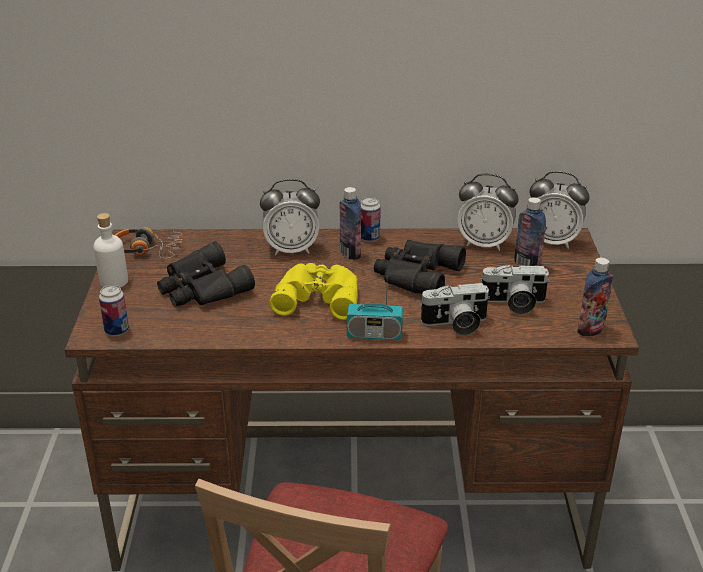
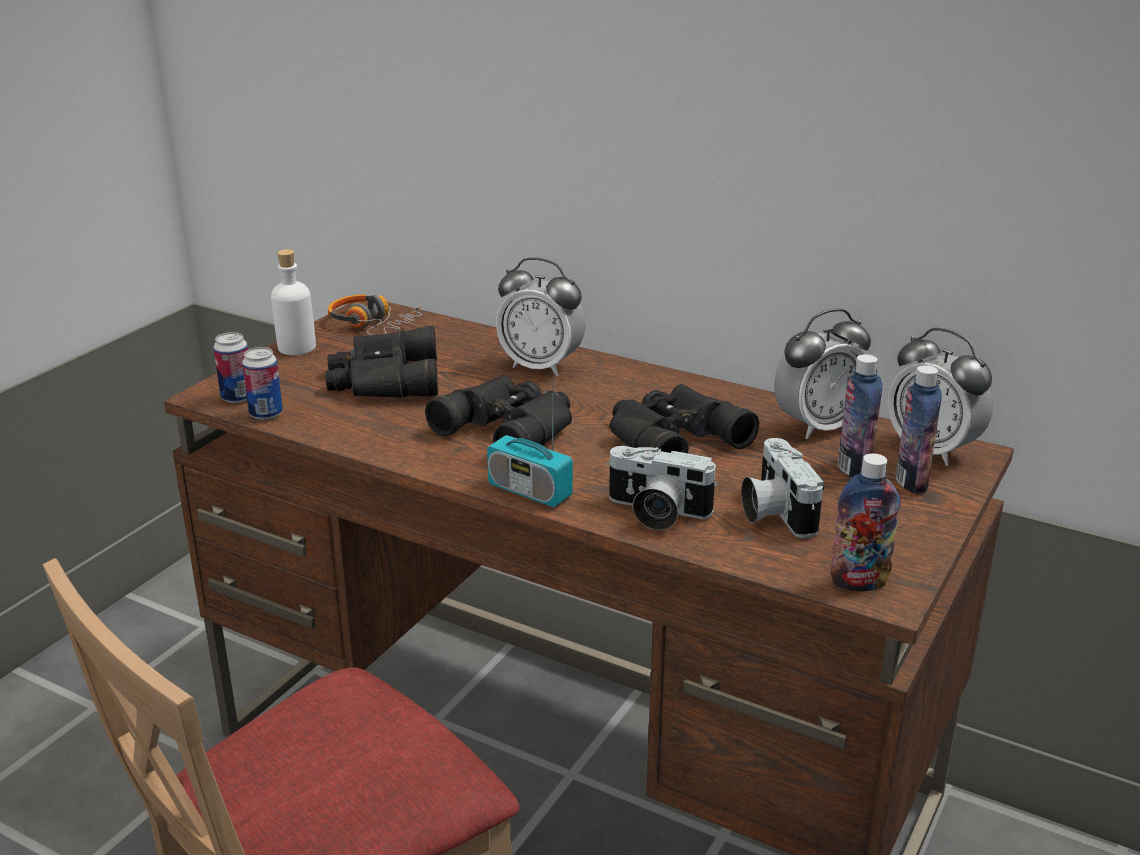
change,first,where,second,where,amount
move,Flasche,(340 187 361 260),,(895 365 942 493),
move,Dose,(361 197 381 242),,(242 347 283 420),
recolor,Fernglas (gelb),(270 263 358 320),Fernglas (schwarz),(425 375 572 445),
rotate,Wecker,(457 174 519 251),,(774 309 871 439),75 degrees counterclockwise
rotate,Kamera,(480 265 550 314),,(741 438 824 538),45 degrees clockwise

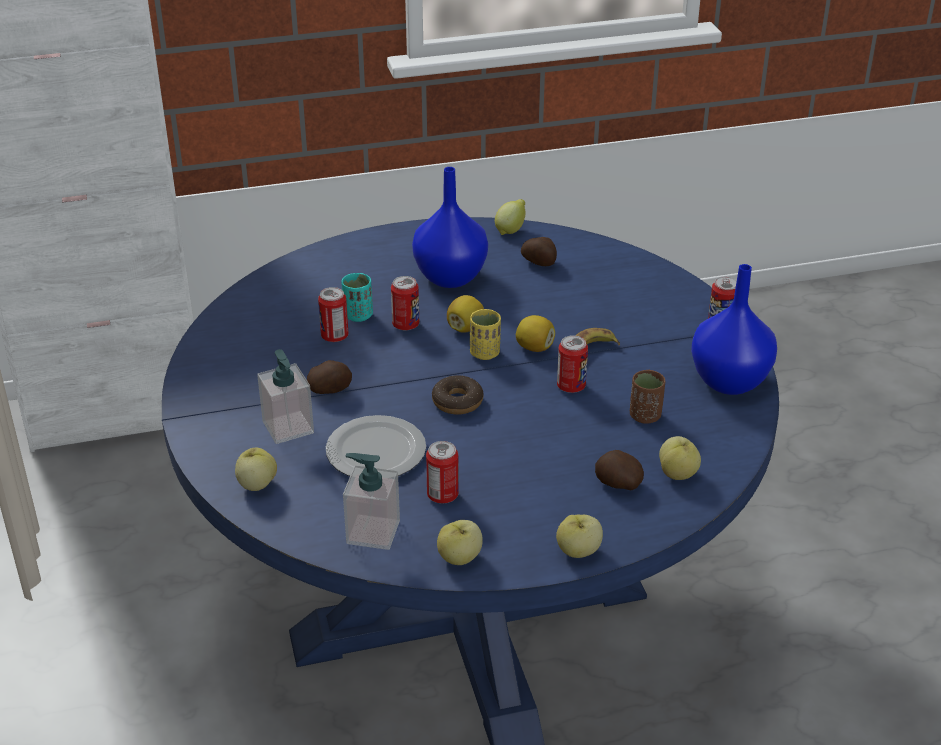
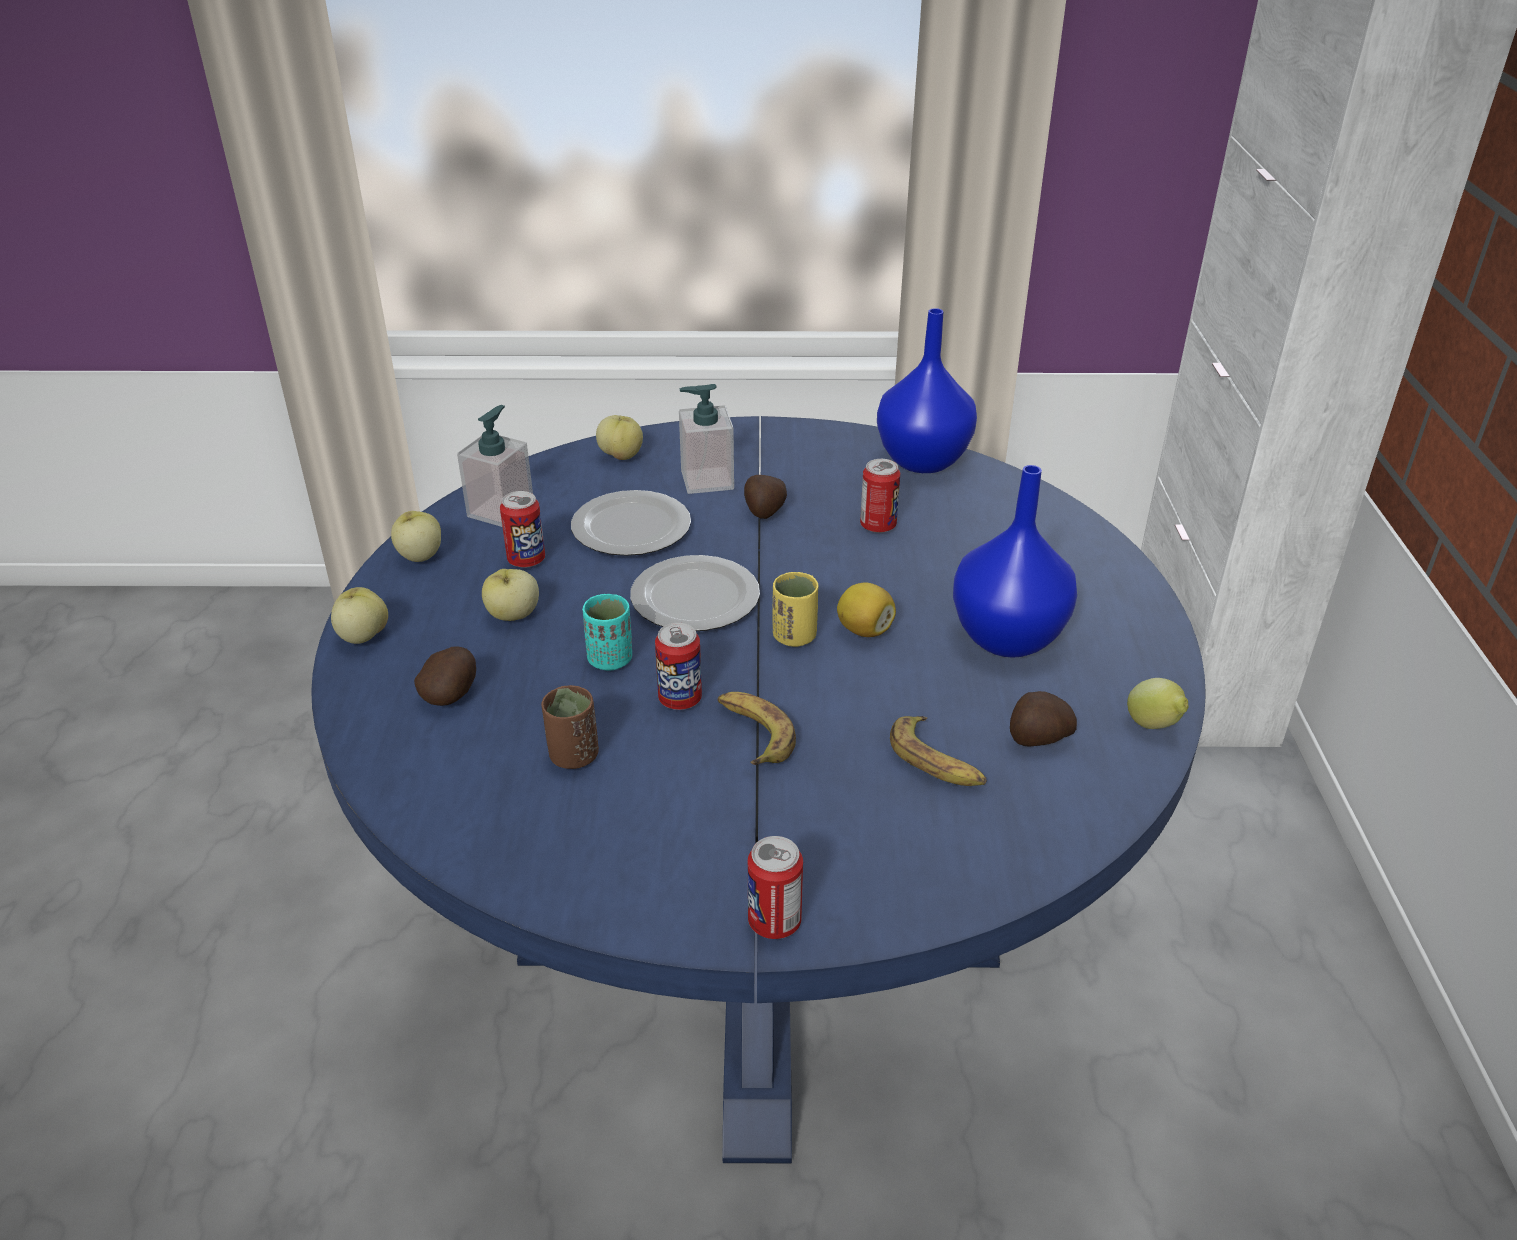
change,first,where,second,where,amount
delete,Dose,(391 276 419 330),,,
delete,Zitrone,(516 315 555 352),,,
insert,,,Banane,(890 716 987 786),
move,Tasse (türkis),(341 273 373 322),,(582 594 632 671),
move,Apfel,(659 436 701 480),,(482 569 539 621),
move,Vase (blau),(691 264 777 395),,(877 308 977 473),
replace,Donut,(432 375 484 415),Teller,(630 555 760 631),

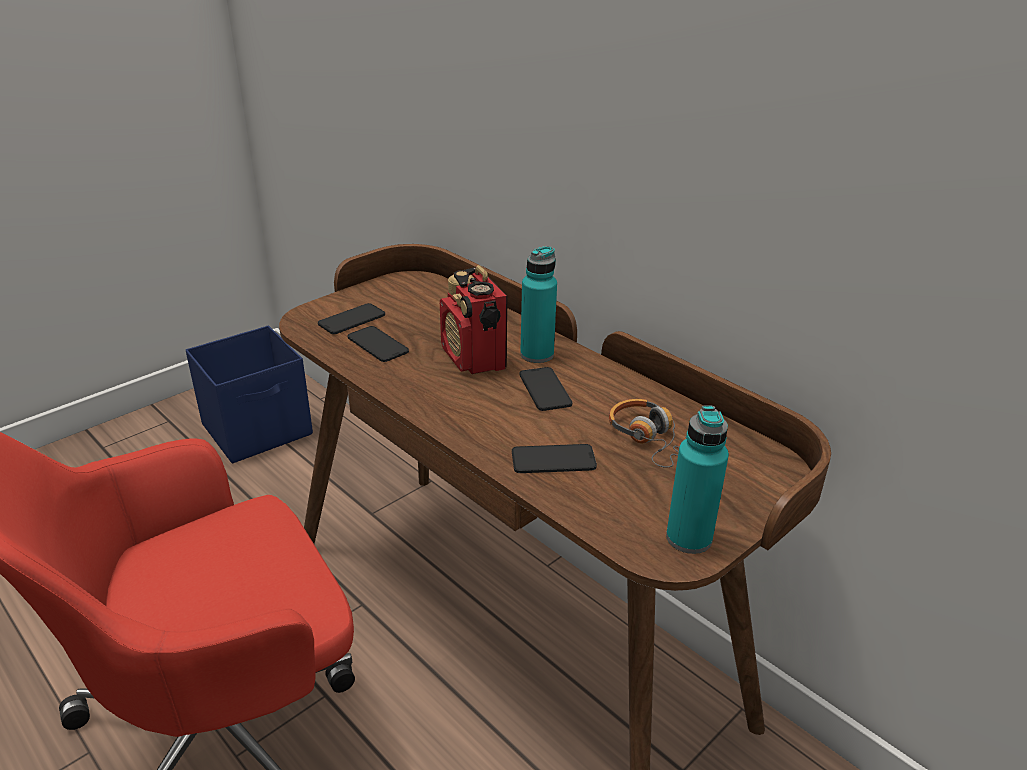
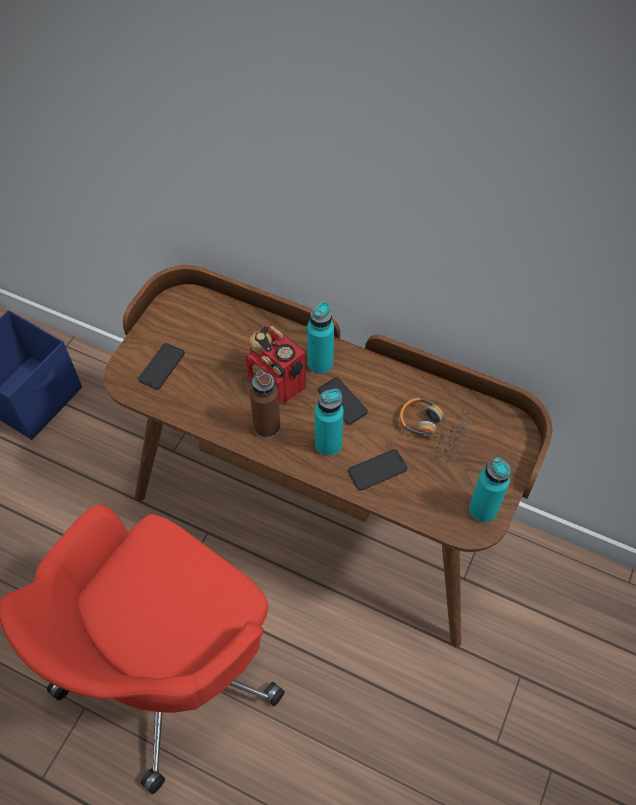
change,first,where,second,where,amount
delete,Handy,(347 326 409 362),,,
insert,,,Flasche (braun),(250 370 281 438),
insert,,,Flasche (türkis),(315 389 344 456),

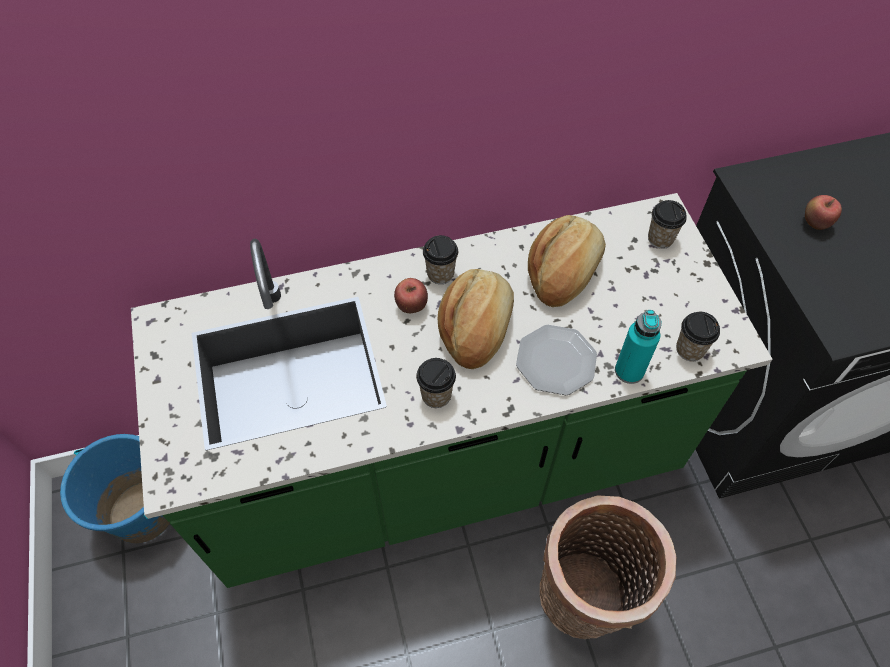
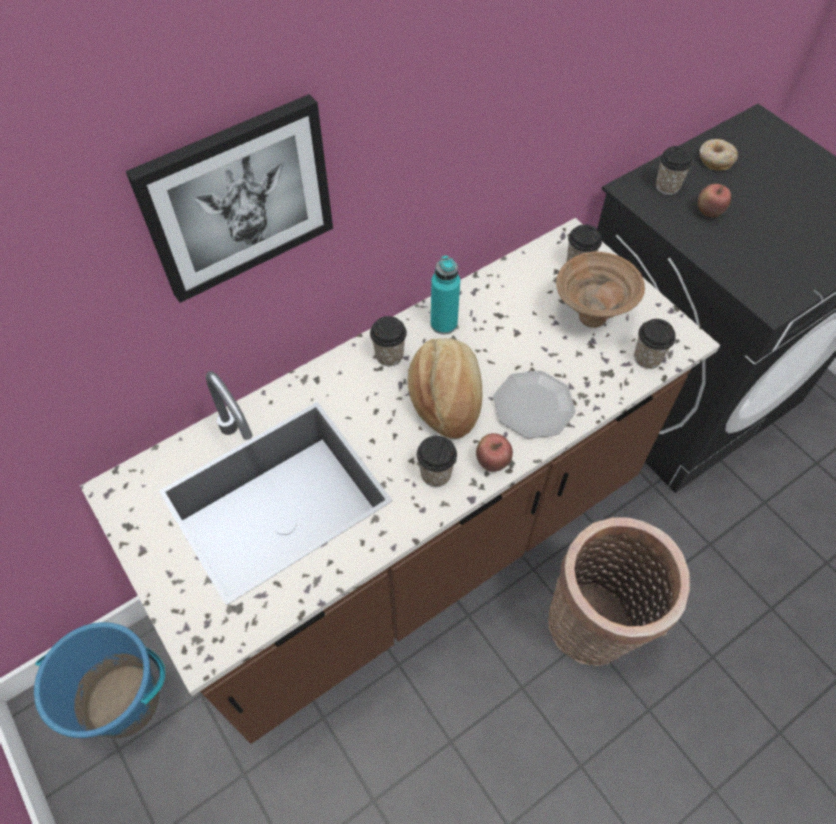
change,first,where,second,where,amount
delete,Brot,(528 215 606 307),,,
insert,,,Bild,(126 94 333 303),
insert,,,Schüssel (braun),(556 252 645 328),
insert,,,Tasse,(656 146 693 195),
insert,,,Donut,(699 139 738 171),
move,Apfel,(394 278 428 313),,(476 433 513 472),
move,Flasche (türkis),(615 310 662 384),,(431 255 460 335),
recolor,Küchenzeile (grün),(131 193 773 588),Küchenzeile (braun),(80 218 720 744),

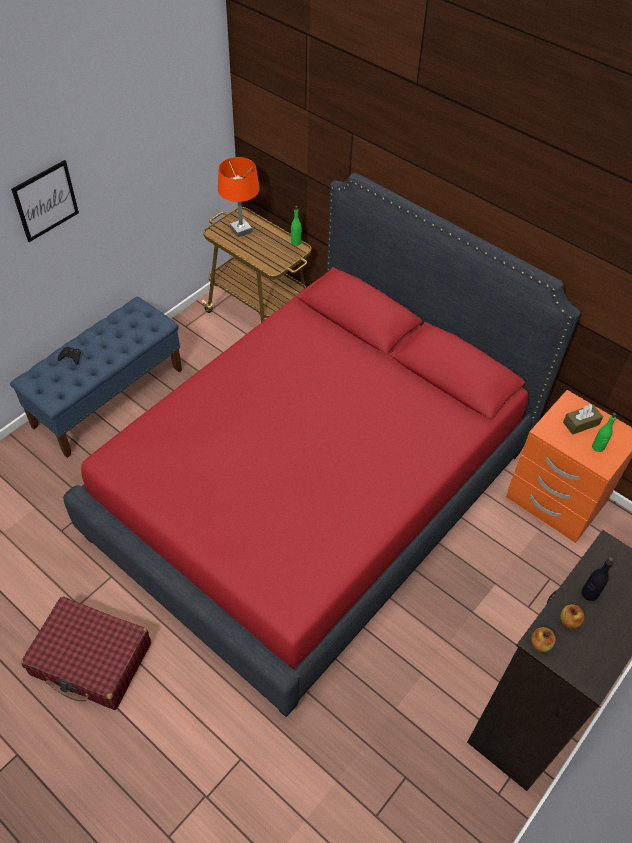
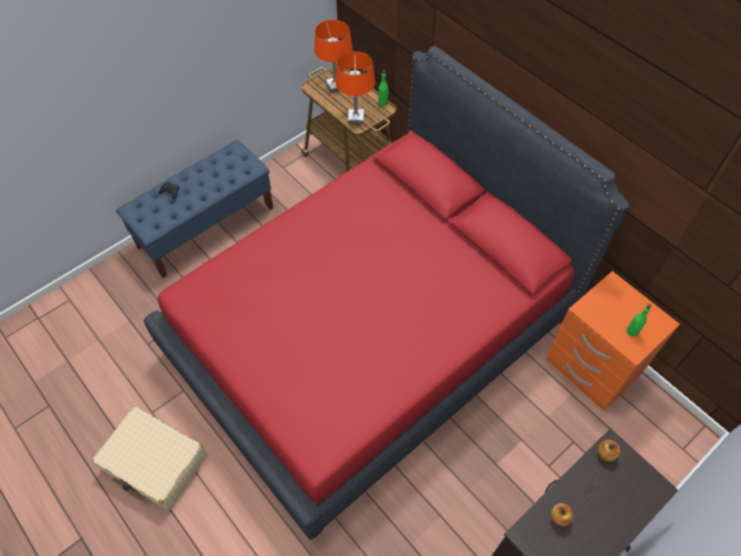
change,first,where,second,where,amount
delete,Bild,(11 160 79 242),,,
delete,Taschentuchbox (braun),(563 404 603 435),,,
delete,Flasche (schwarz),(581 557 614 601),,,
insert,,,Tischlampe (orange),(335 51 375 124),
move,Apfel,(531 627 556 652),,(598 440 620 462),
recolor,Koffer (rot),(21 596 151 710),Koffer (beige),(92 406 208 511),

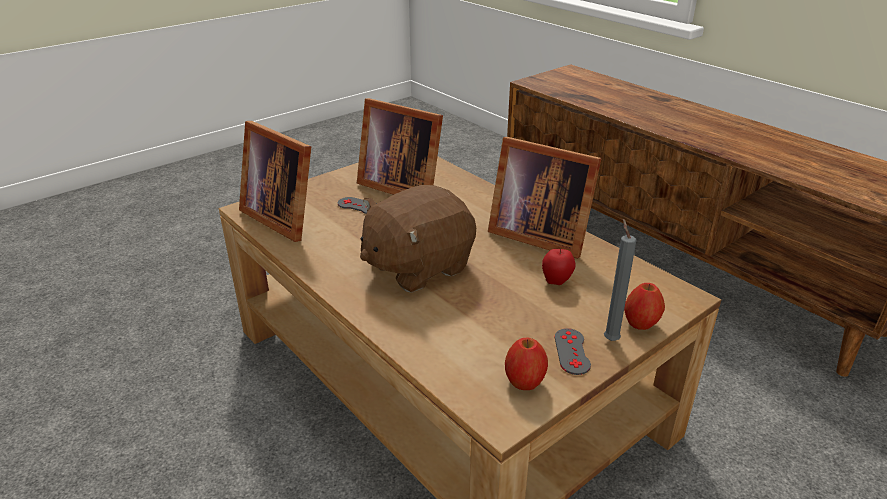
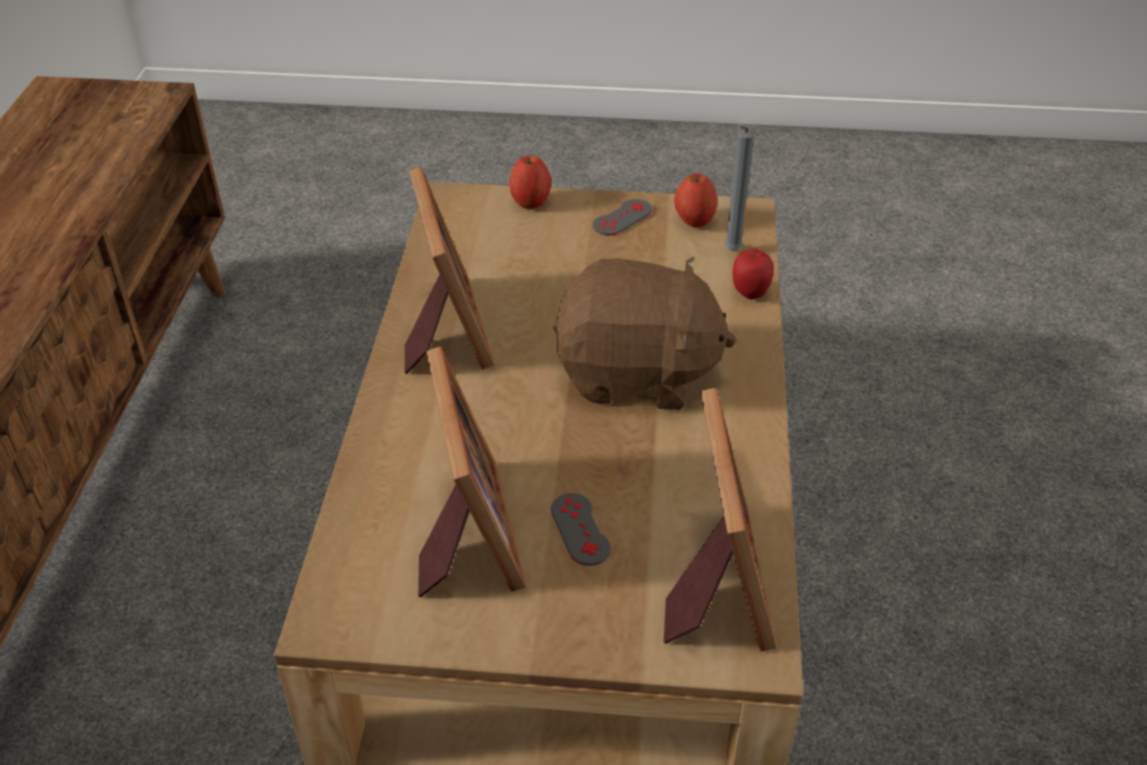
change,first,where,second,where,amount
move,Apfel,(542 247 575 285),,(733 248 774 300),
move,Kerze (grau),(604 218 637 341),,(724 126 754 251),

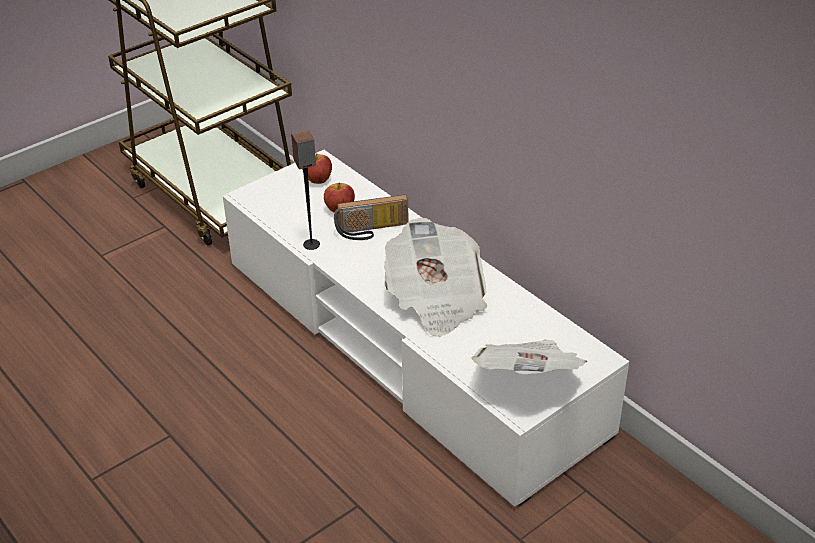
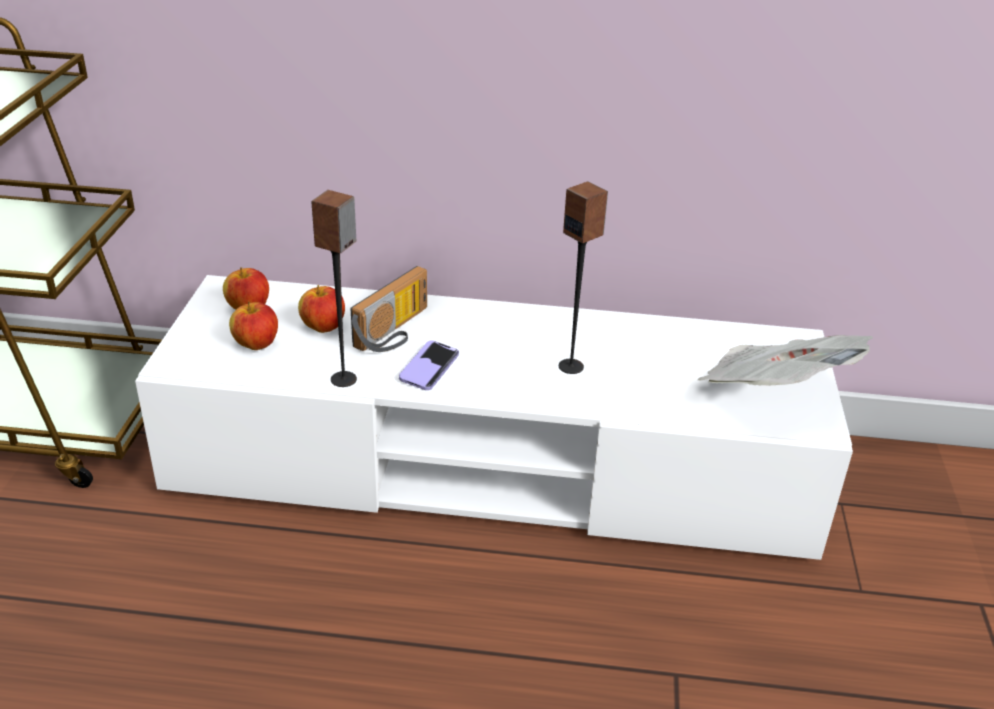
change,first,where,second,where,amount
insert,,,Apfel,(229 302 278 350),
insert,,,Handy,(399 340 459 390),
replace,Zeitung,(384 218 487 337),Lautsprecher,(559 181 608 374),

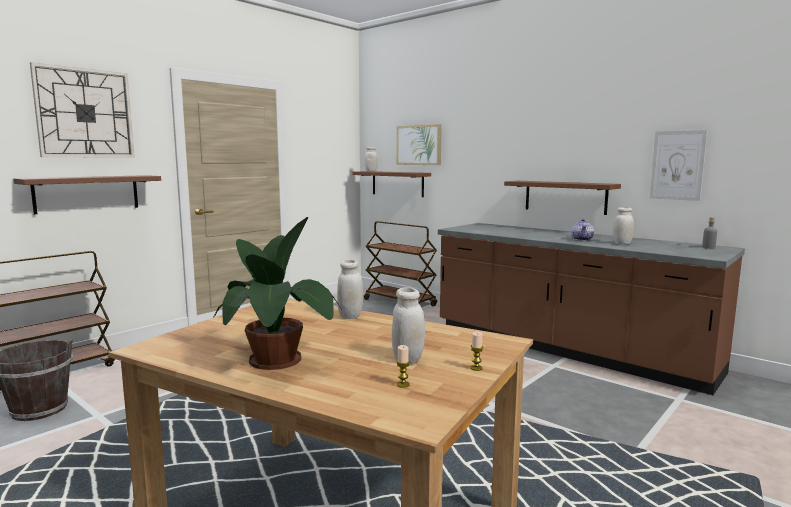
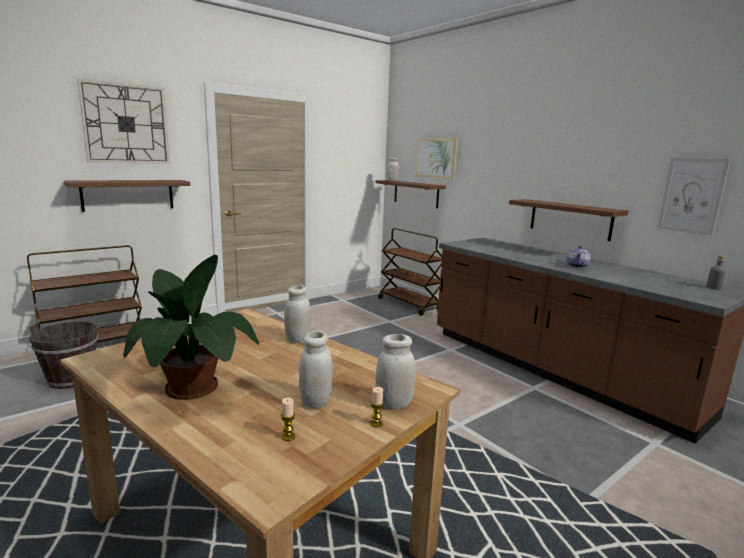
change,first,where,second,where,amount
move,Vorratsglas (weiß),(613 207 634 245),,(376 334 416 409),

